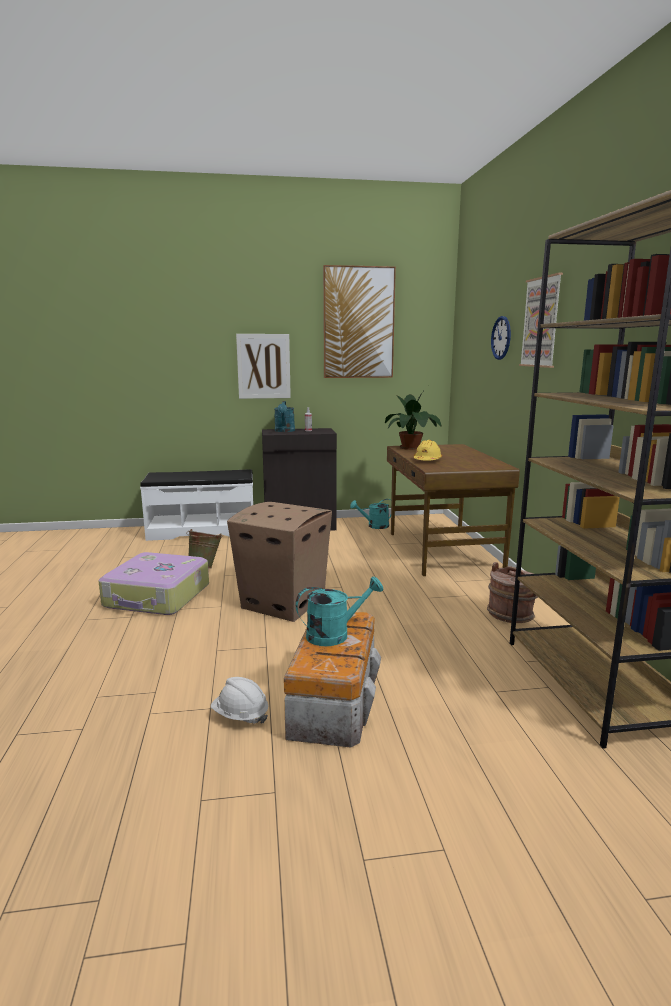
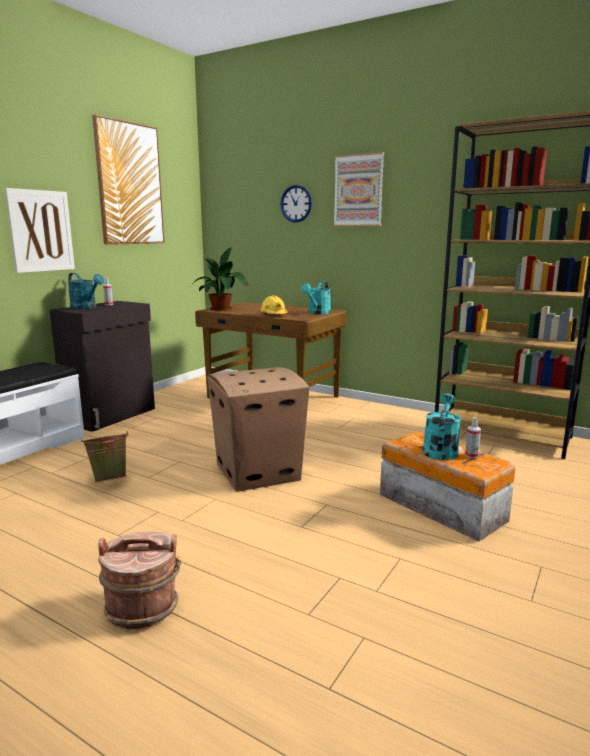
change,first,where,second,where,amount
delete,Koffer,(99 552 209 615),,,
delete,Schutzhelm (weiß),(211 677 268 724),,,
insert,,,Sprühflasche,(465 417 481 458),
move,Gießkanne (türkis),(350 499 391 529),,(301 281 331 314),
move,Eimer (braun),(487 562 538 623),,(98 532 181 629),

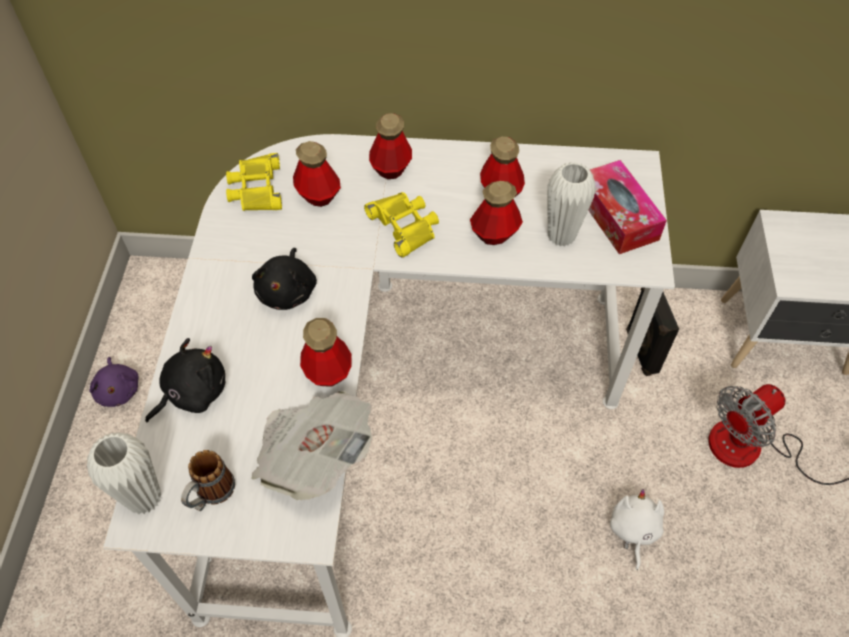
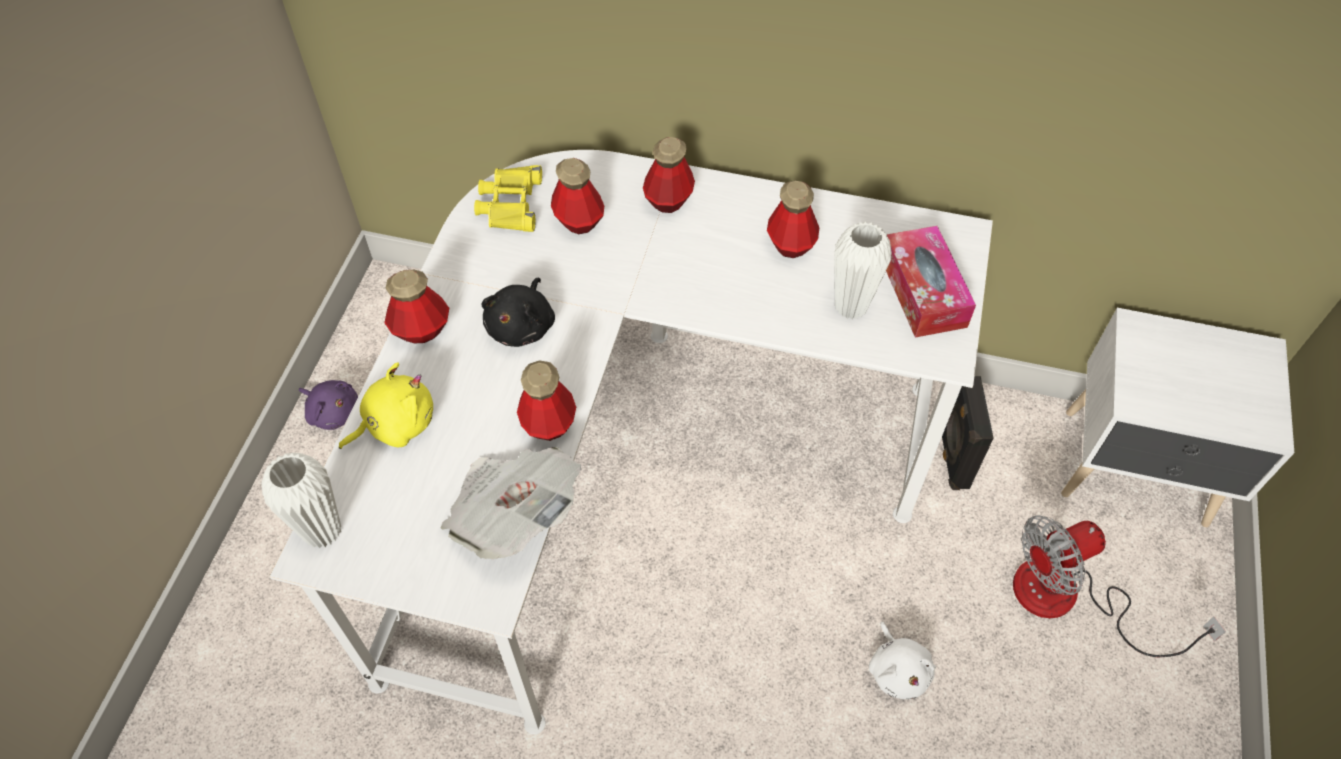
change,first,where,second,where,amount
delete,Henkelbecher,(181 450 235 511),,,
delete,Fernglas (gelb),(364 192 439 258),,,
move,Flasche,(470 181 523 245),,(384 270 449 343),
recolor,Plüschtier (schwarz),(145 338 225 422),Plüschtier (gelb),(339 363 433 449),
rotate,Plüschtier (lila),(89 357 139 407),,(299 380 358 430),45 degrees counterclockwise
rotate,Plüschtier (weiß),(610 489 664 570),,(869 622 936 699),150 degrees clockwise

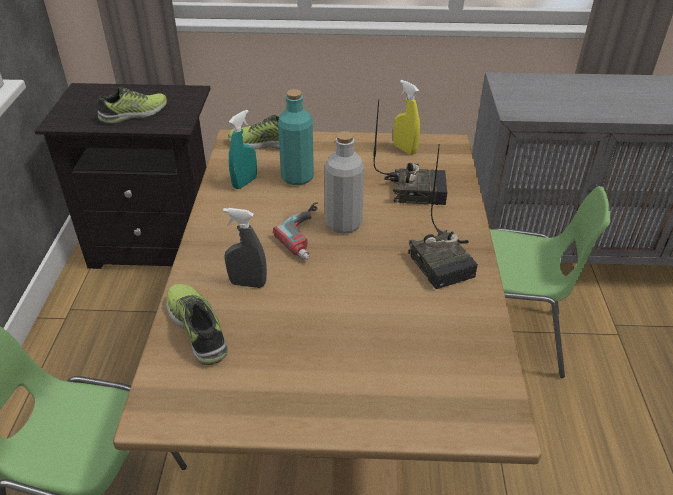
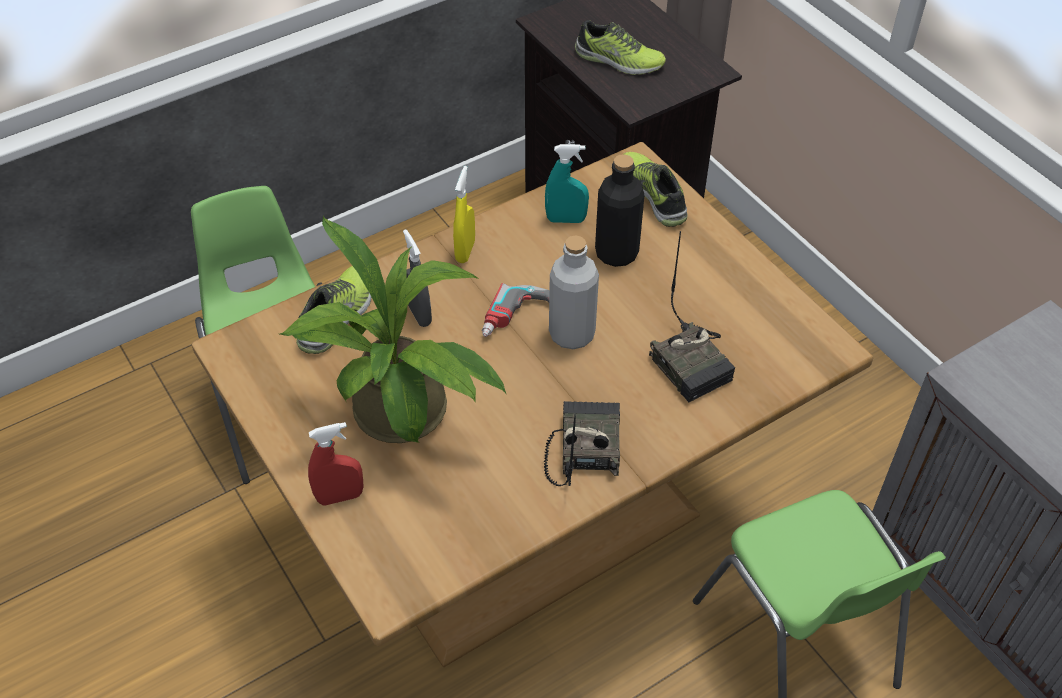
change,first,where,second,where,amount
insert,,,Topfpflanze,(280 216 506 443),
insert,,,Sprühflasche (rot),(308 422 364 505),
move,Sprühflasche (gelb),(393 80 420 155),,(453 166 475 263),
recolor,Flasche (türkis),(278 89 314 185),Flasche (schwarz),(595 154 645 267),
rotate,Radio,(408 144 478 289),,(544 401 620 486),150 degrees clockwise

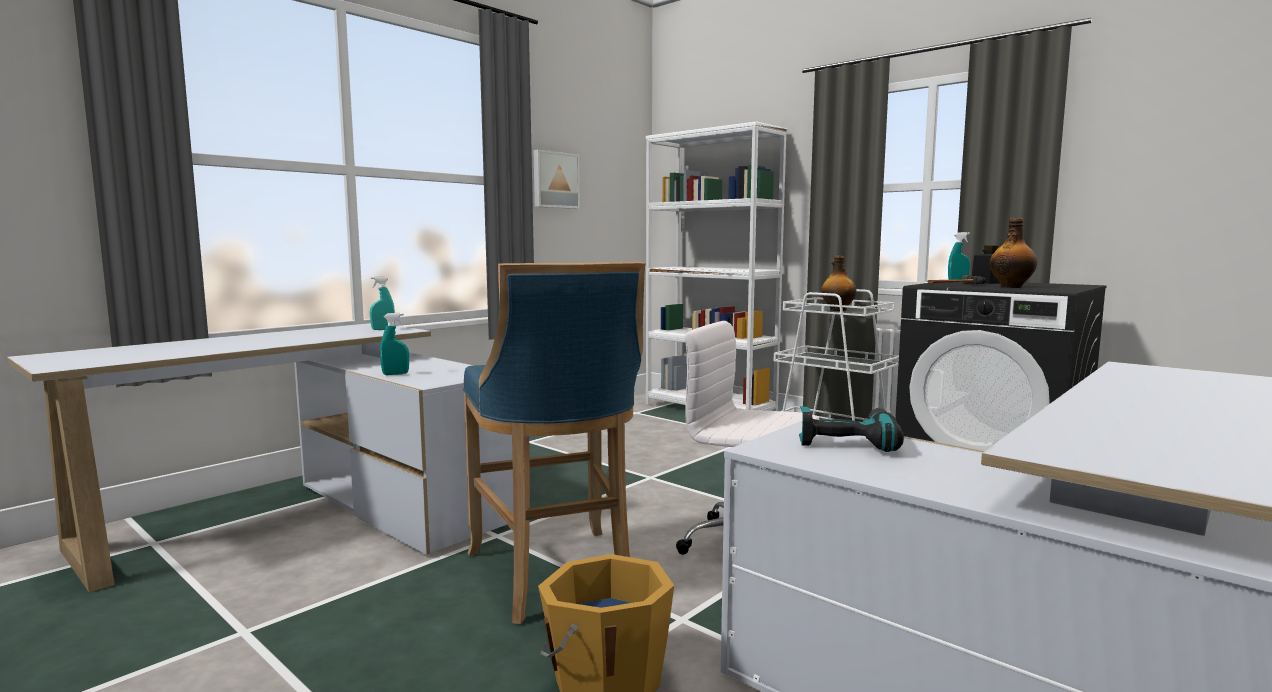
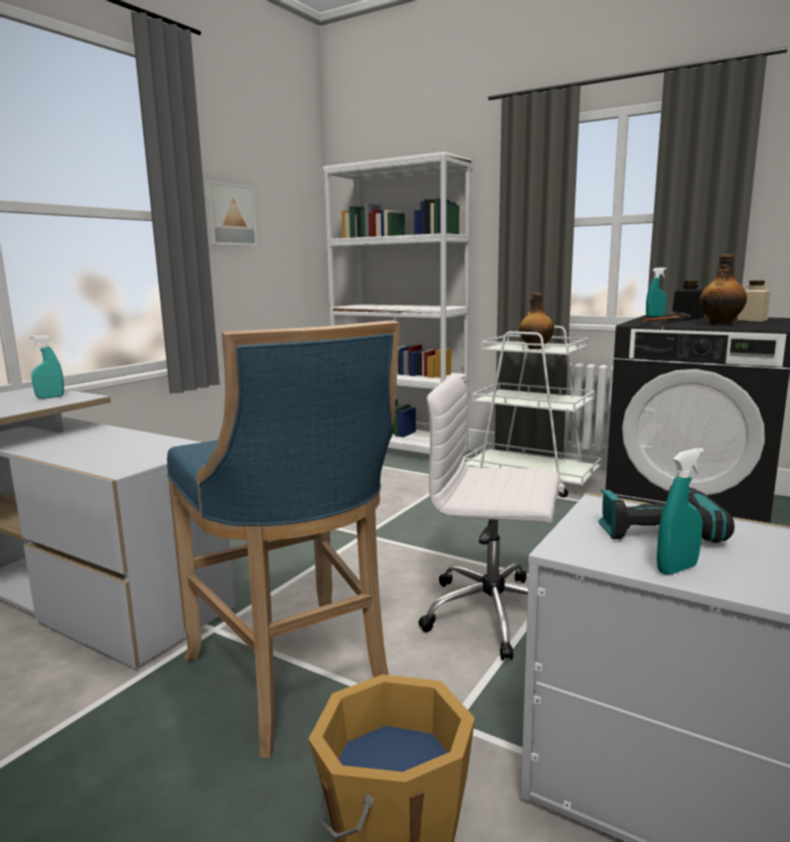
change,first,where,second,where,amount
insert,,,Vorratsglas (beige),(737 281 770 322),
move,Sprühflasche (türkis),(380 313 409 375),,(657 448 704 575),

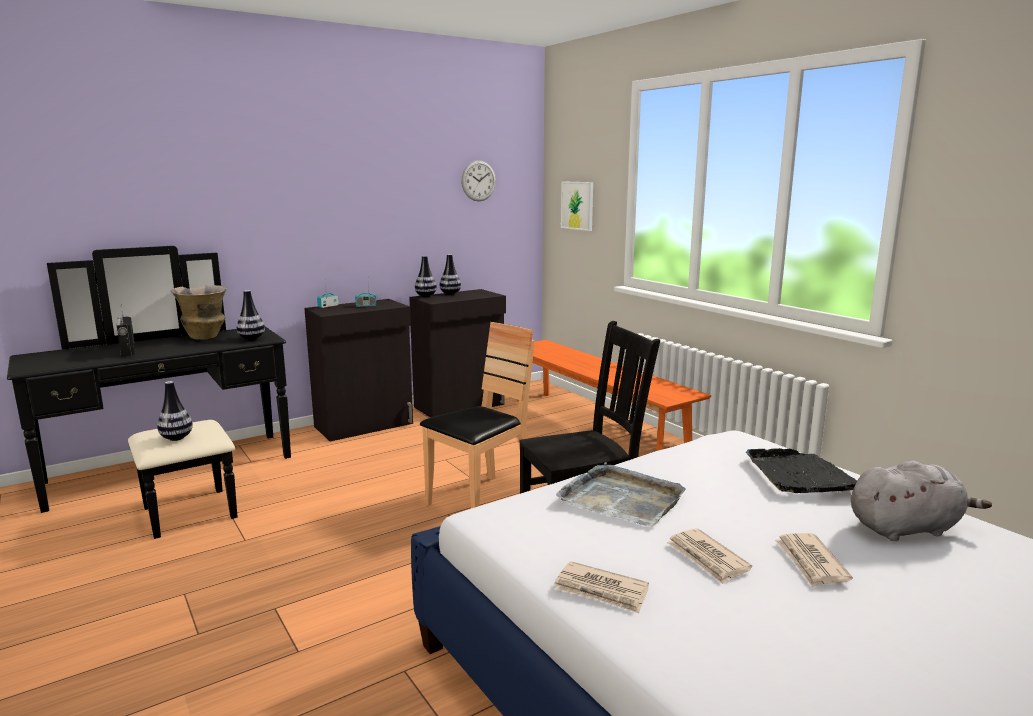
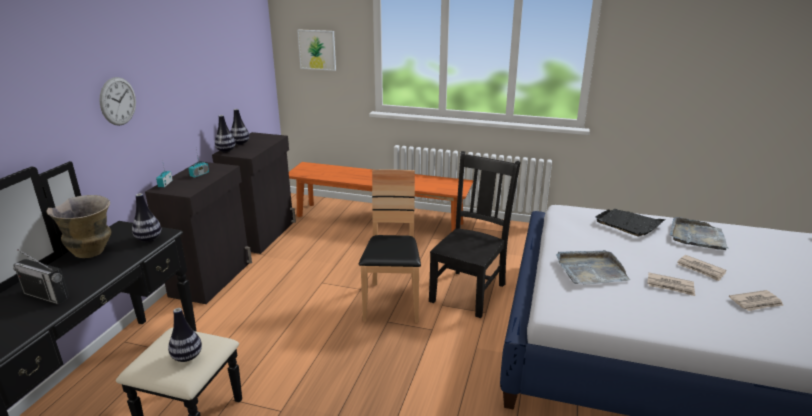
change,first,where,second,where,amount
move,Wanduhr,(461 160 496 201),,(99 77 136 126),
move,Zeitung,(555 561 649 613),,(729 290 784 311),
replace,Plüschtier (grau),(851 461 992 541),Tablett (grau),(670 217 729 250),

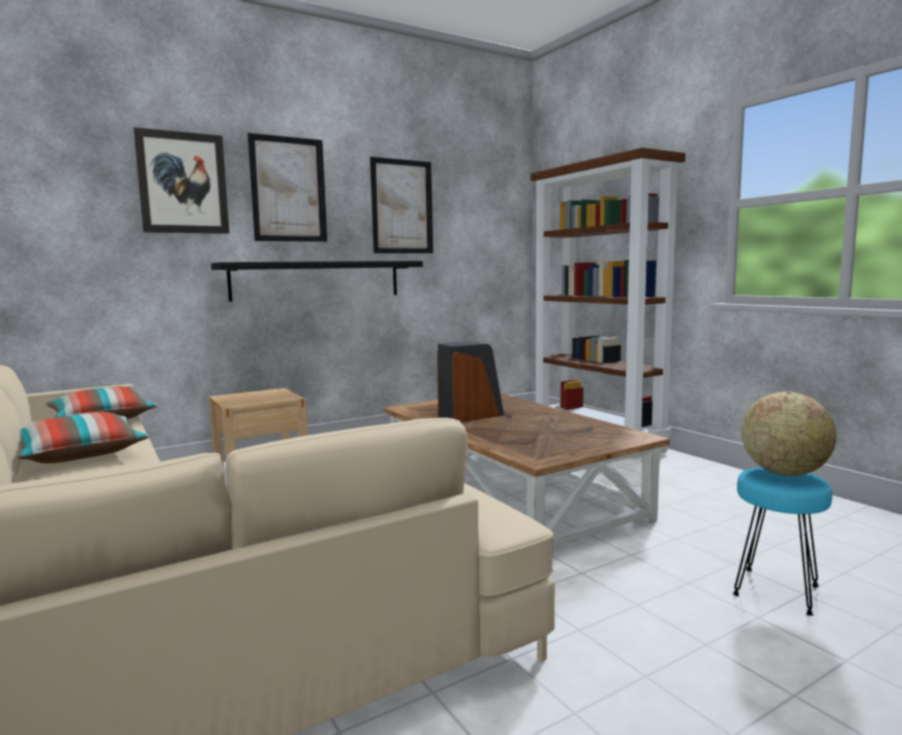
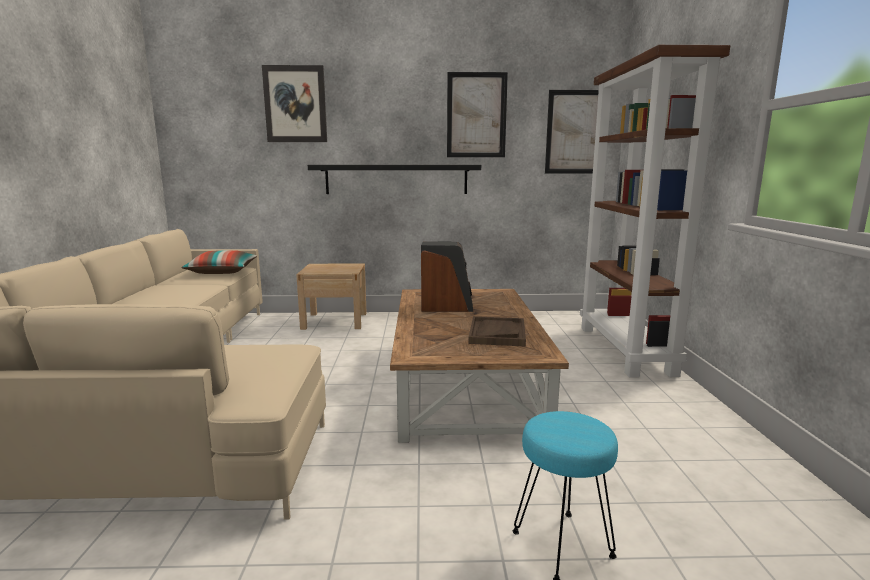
change,first,where,second,where,amount
delete,Kissen,(18 412 149 463),,,
delete,Globus,(741 392 836 476),,,
insert,,,Tablett (braun),(468 316 526 347),
move,Bild,(247 133 327 242),,(545 90 599 173),

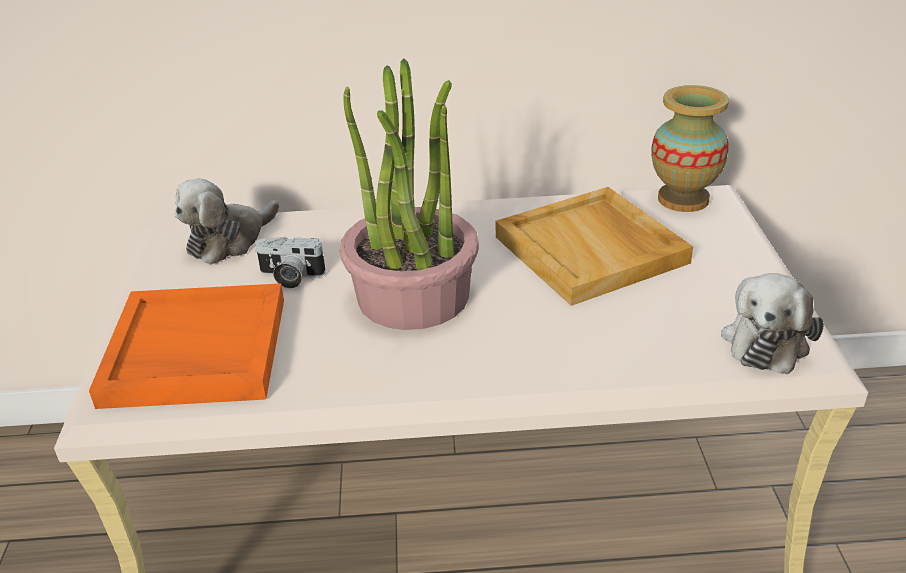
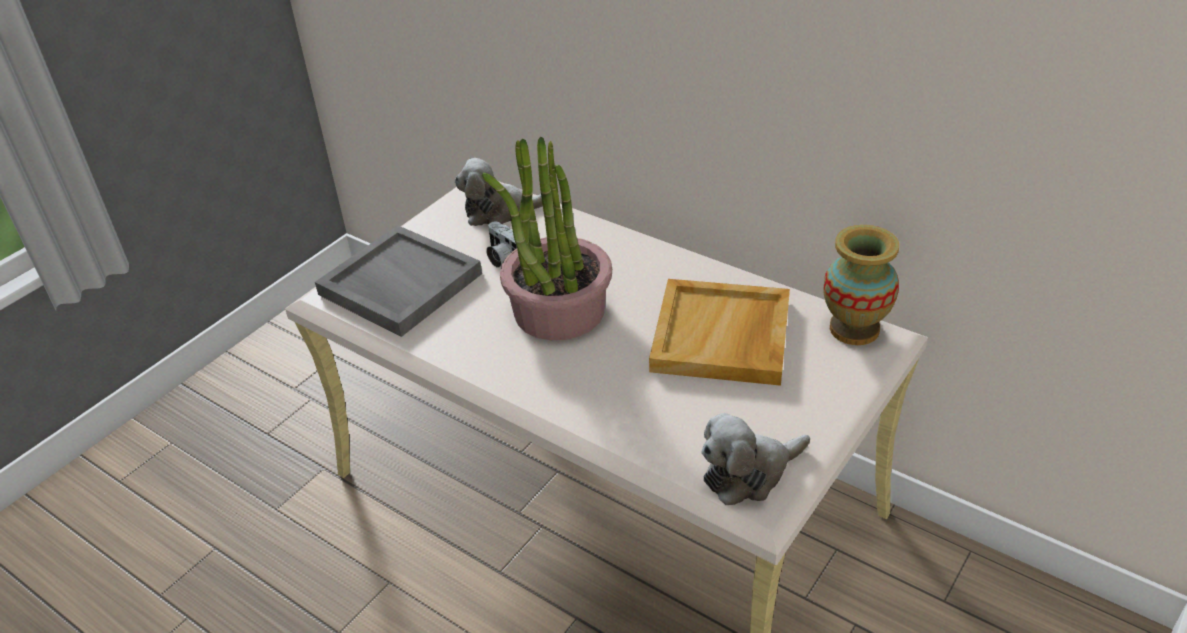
change,first,where,second,where,amount
recolor,Tablett (orange),(89 283 284 409),Tablett (grau),(315 225 482 337),

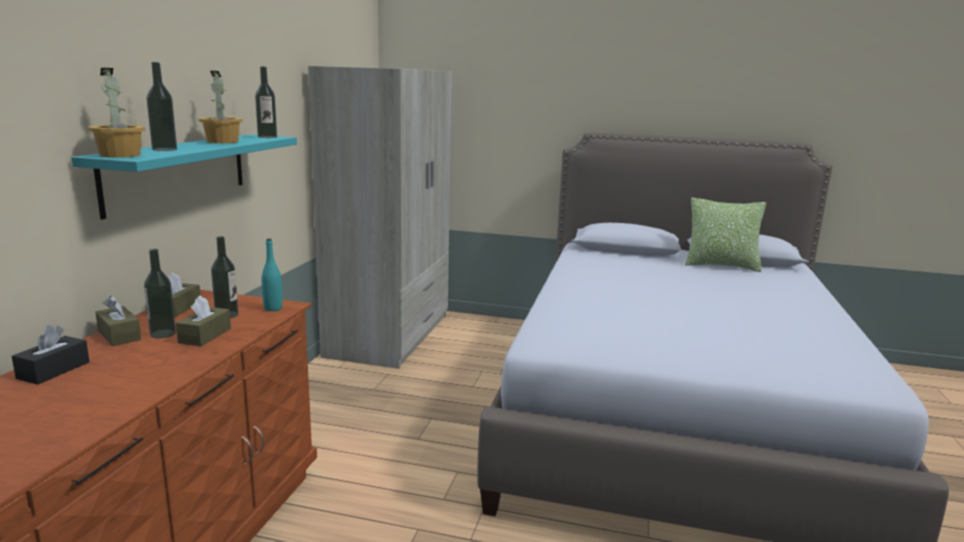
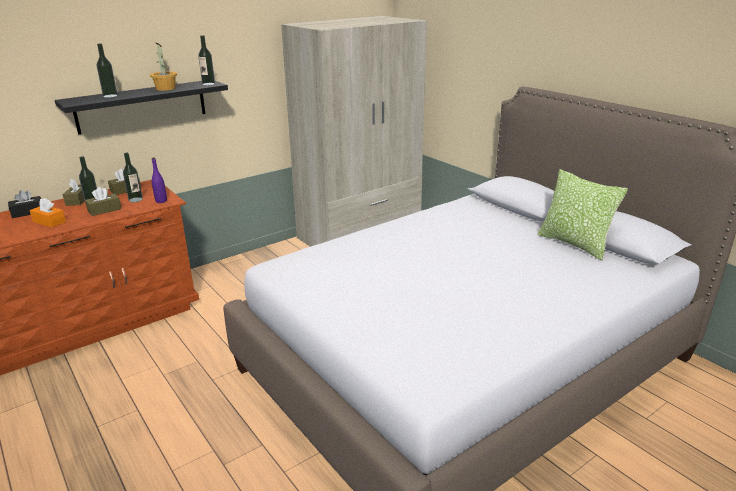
change,first,where,second,where,amount
delete,Topfpflanze,(88 68 145 158),,,
insert,,,Taschentuchbox (orange),(30 198 66 227),
recolor,Wandregal (türkis),(71 135 297 219),Wandregal (schwarz),(55 81 228 135),
recolor,Flasche (türkis),(261 239 283 311),Flasche (lila),(152 158 167 203),

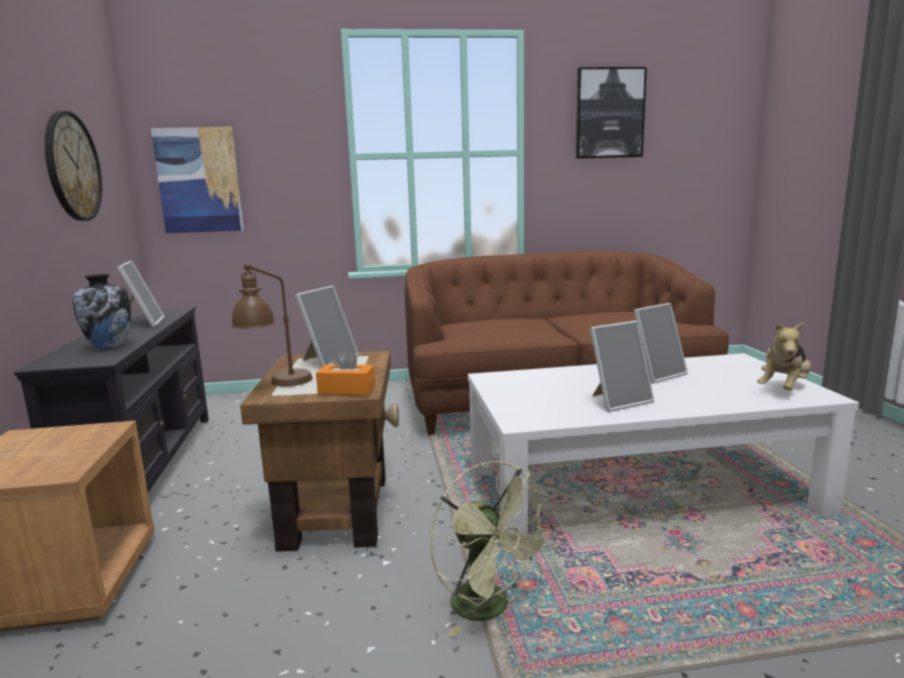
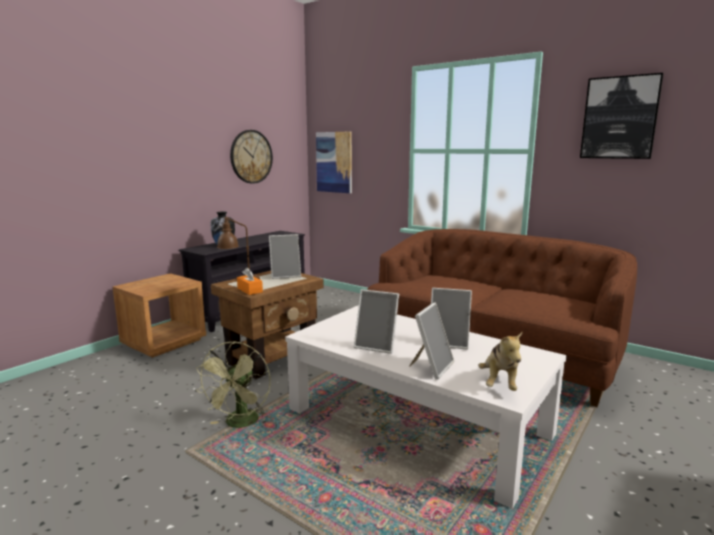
change,first,where,second,where,amount
move,Bilderrahmen,(117 261 165 327),,(409 302 454 379),
rotate,Plüschtier,(757 322 811 390),,(479 331 523 391),75 degrees counterclockwise

